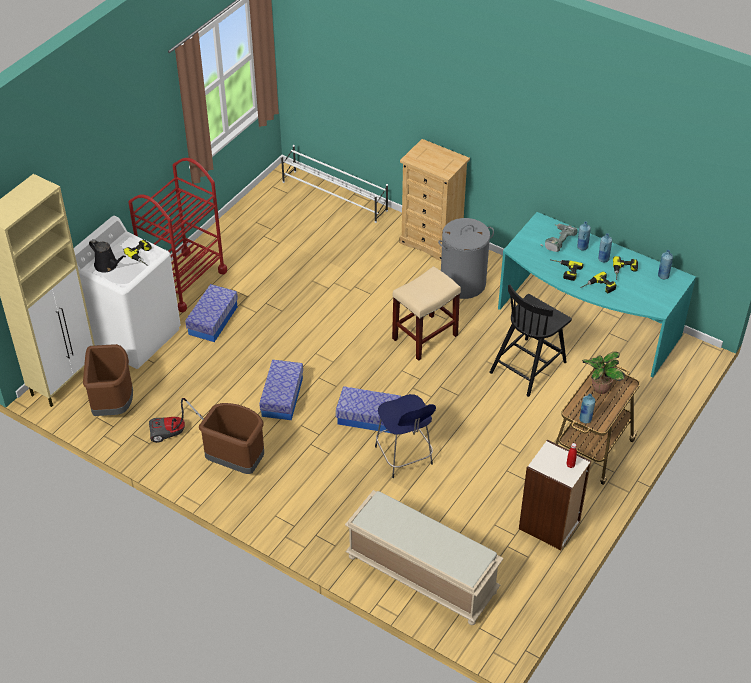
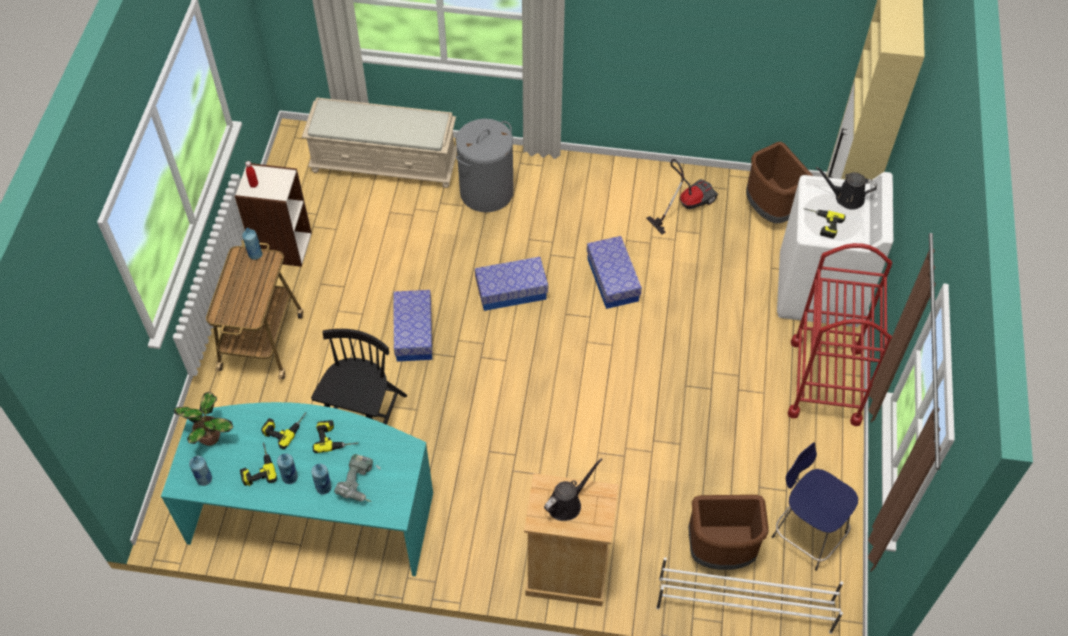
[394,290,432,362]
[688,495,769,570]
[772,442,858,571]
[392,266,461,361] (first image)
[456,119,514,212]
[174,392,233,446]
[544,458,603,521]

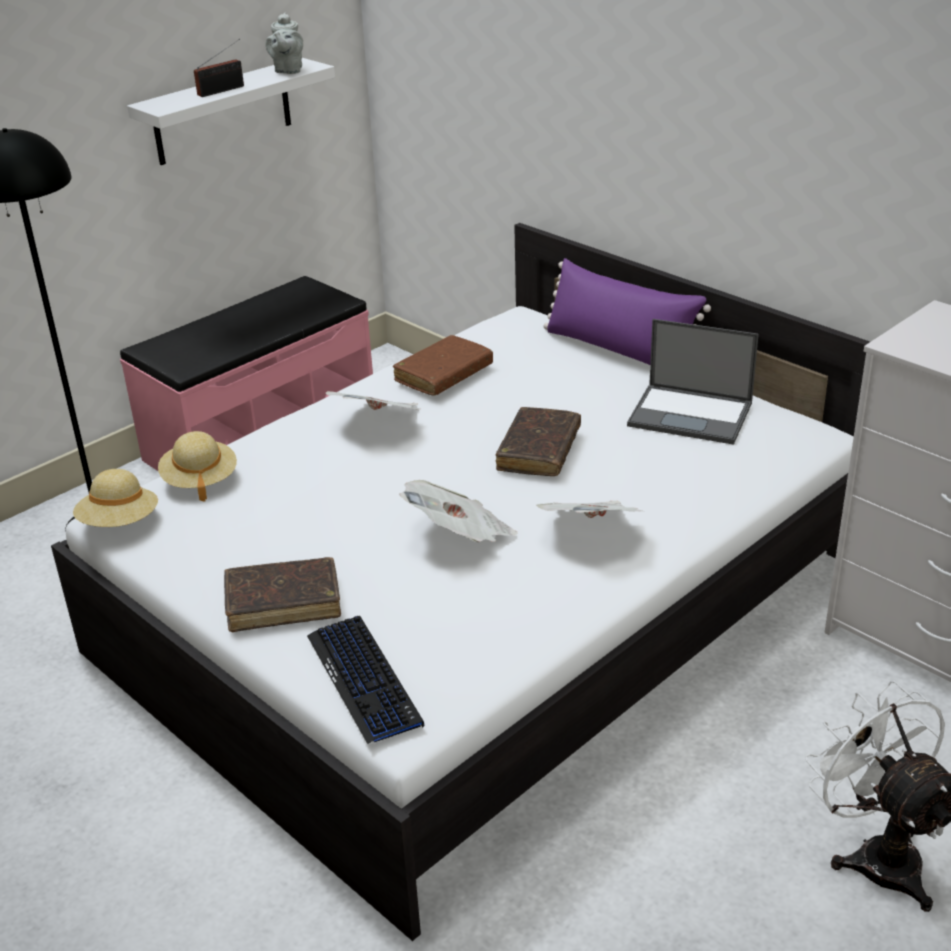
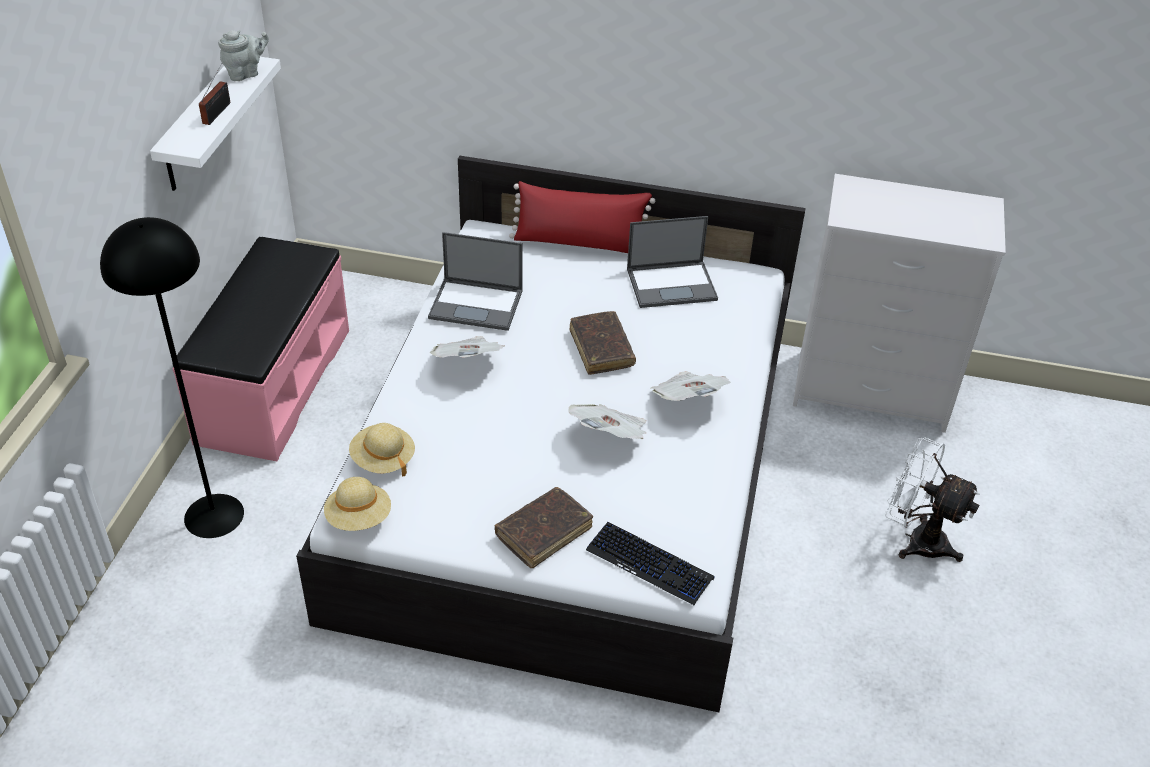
[218,30,269,81]
[428,232,523,331]
[509,181,655,253]

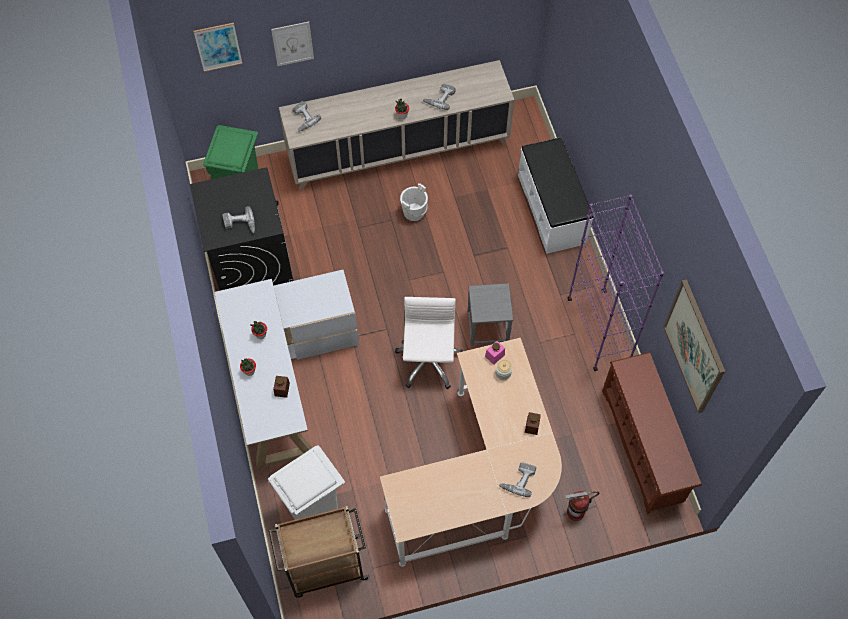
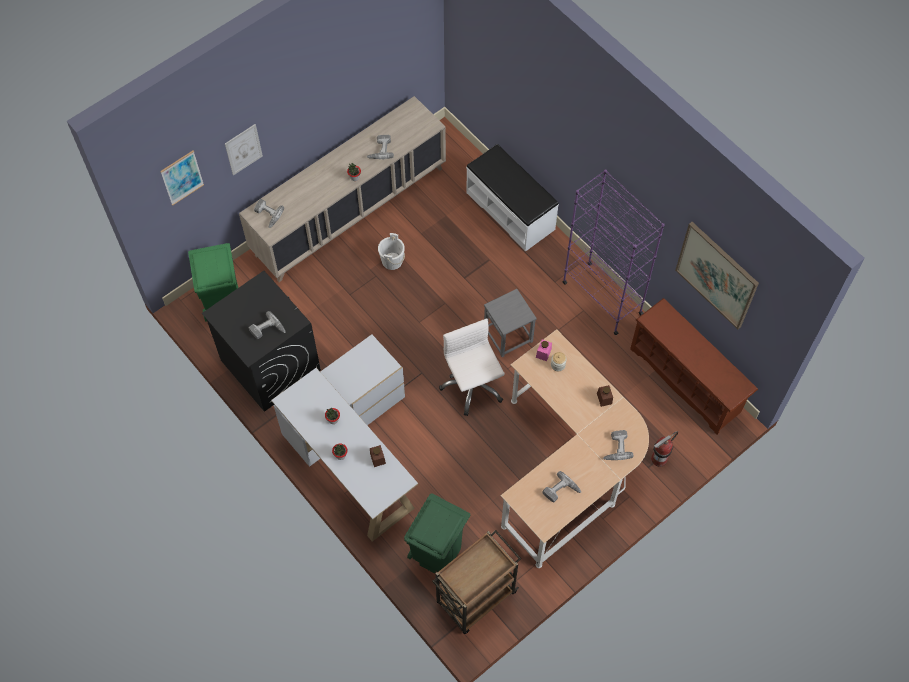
[404,493,470,573]
[542,471,581,502]

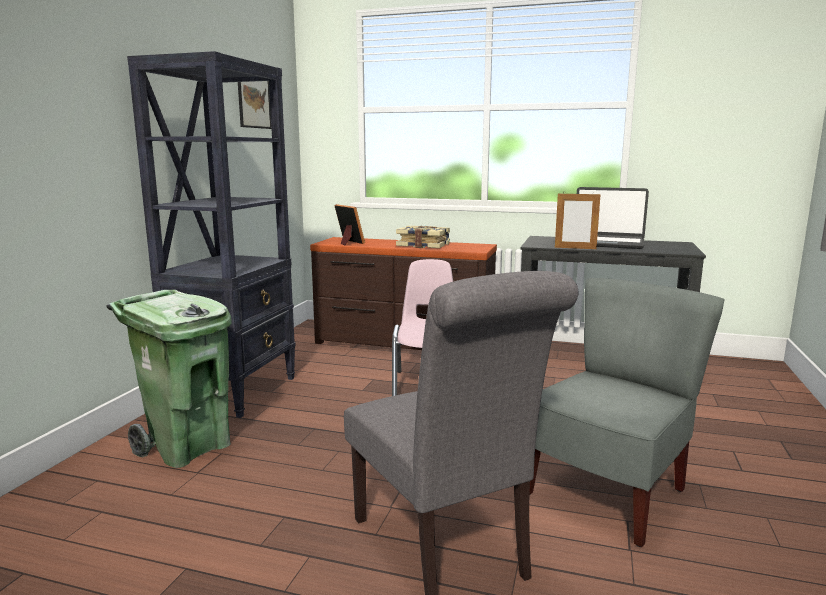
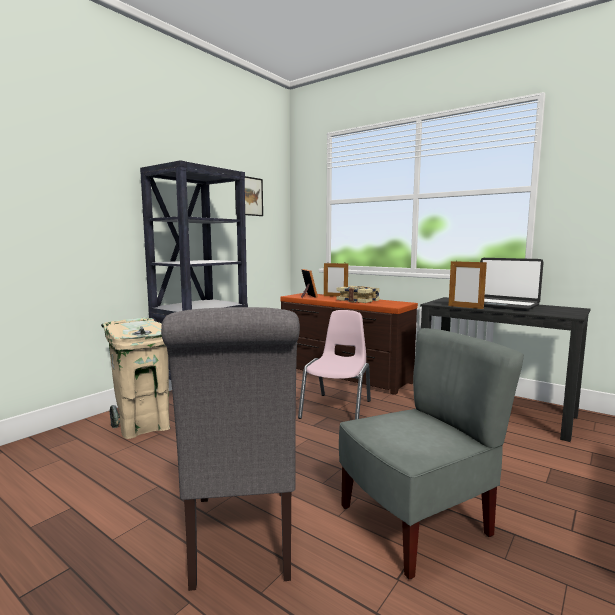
[101,318,170,439]
[324,263,348,297]

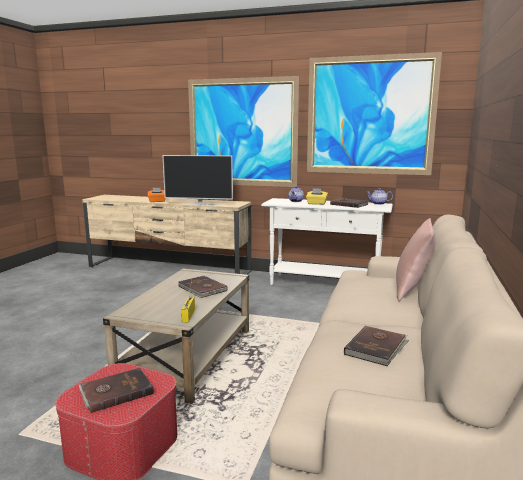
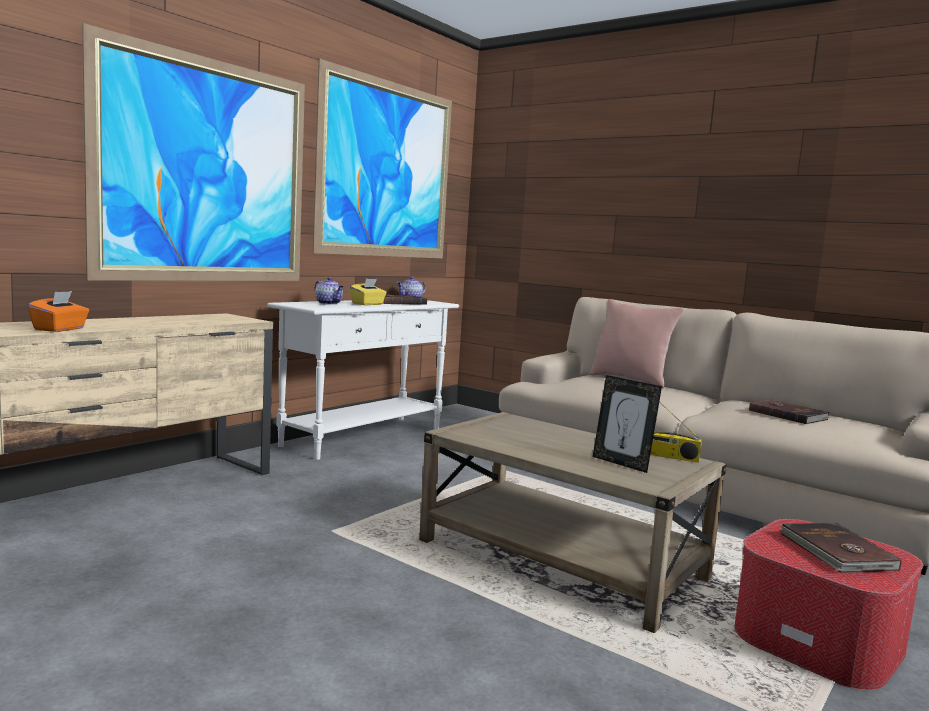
[162,155,233,205] (first image)
[178,276,227,298] (first image)
[593,375,662,473]

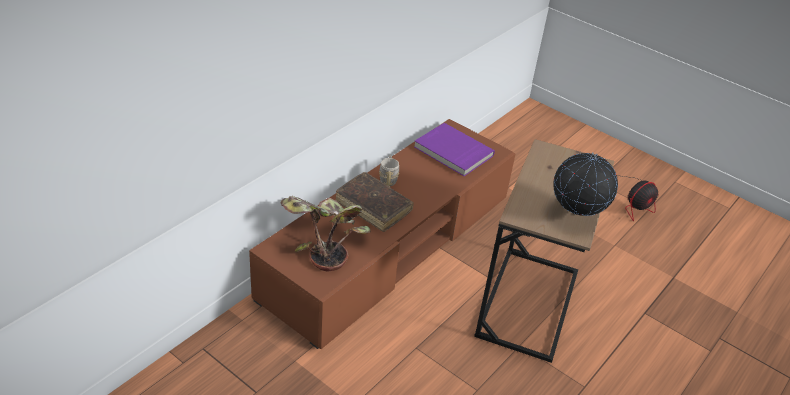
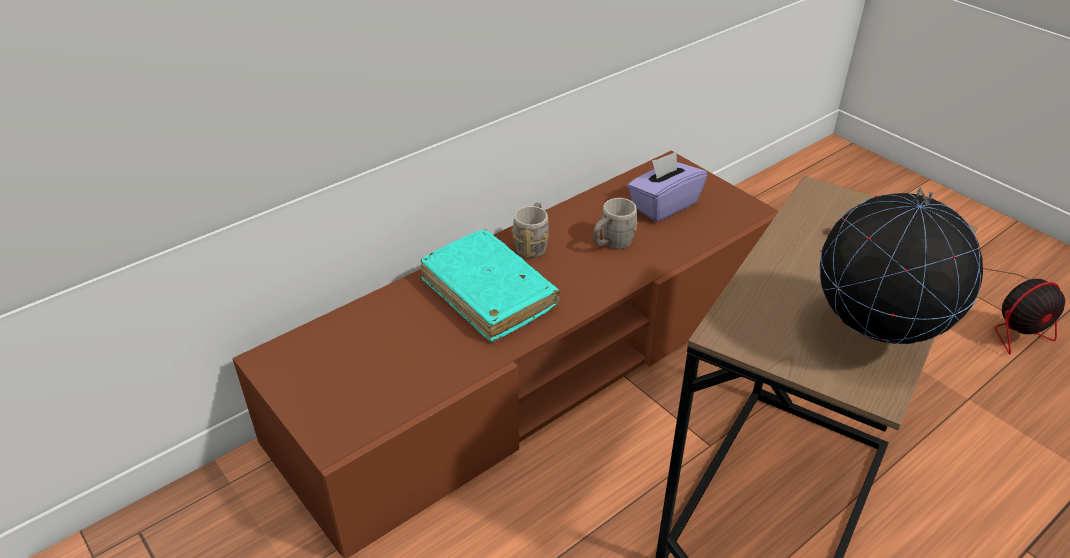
[281,196,371,272] (first image)
[421,229,560,342]
[627,152,708,222]
[593,198,638,249]

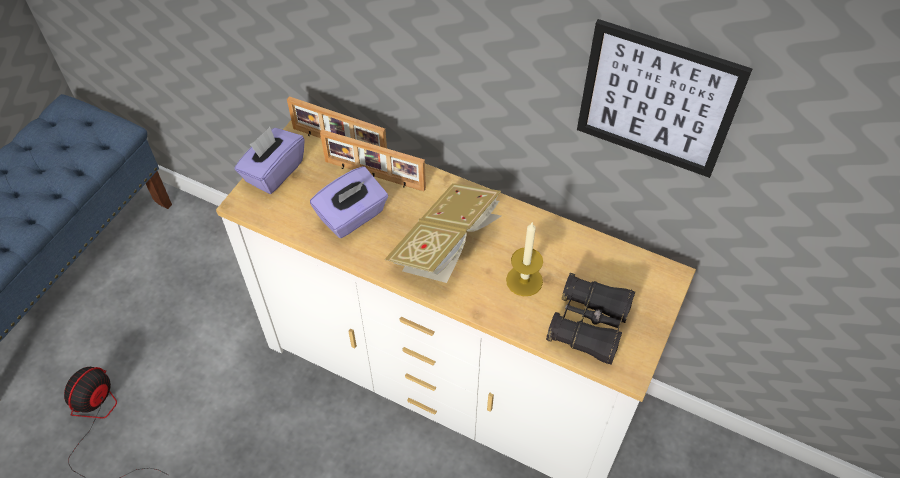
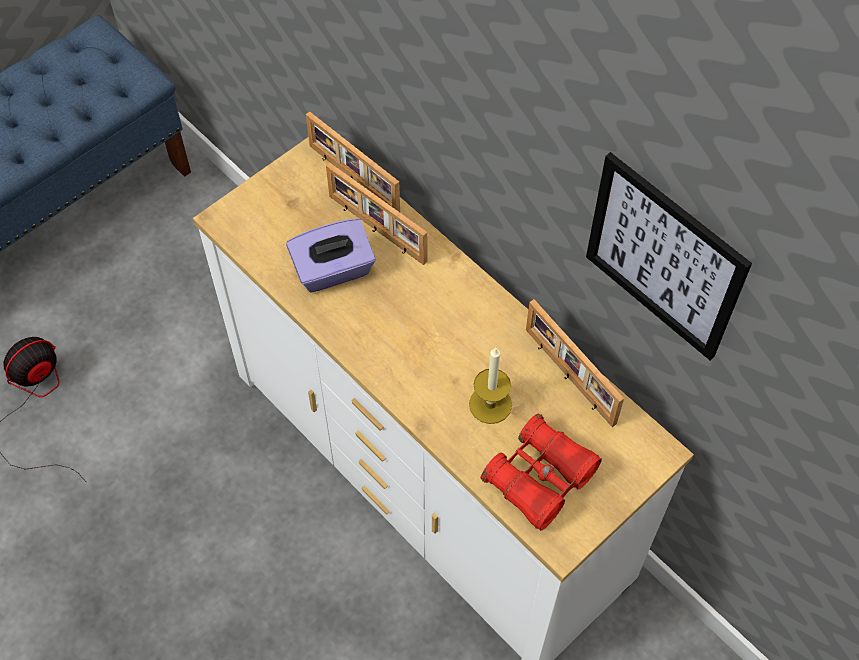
[234,127,305,194] (first image)
[385,183,501,283] (first image)
[481,414,602,531]
[526,299,624,427]

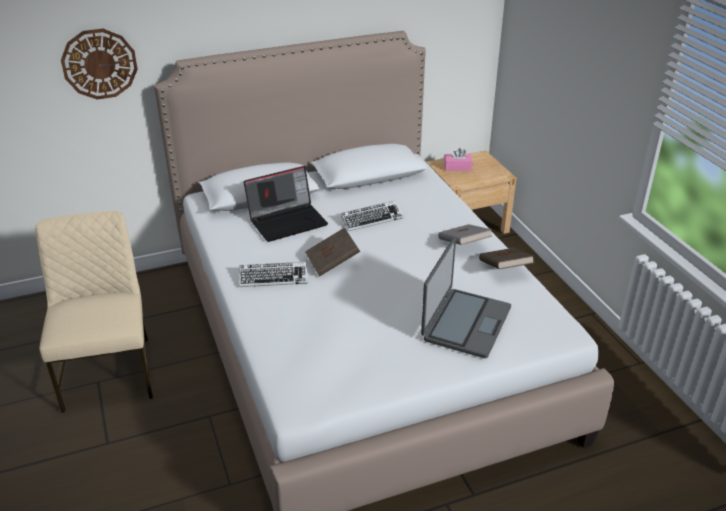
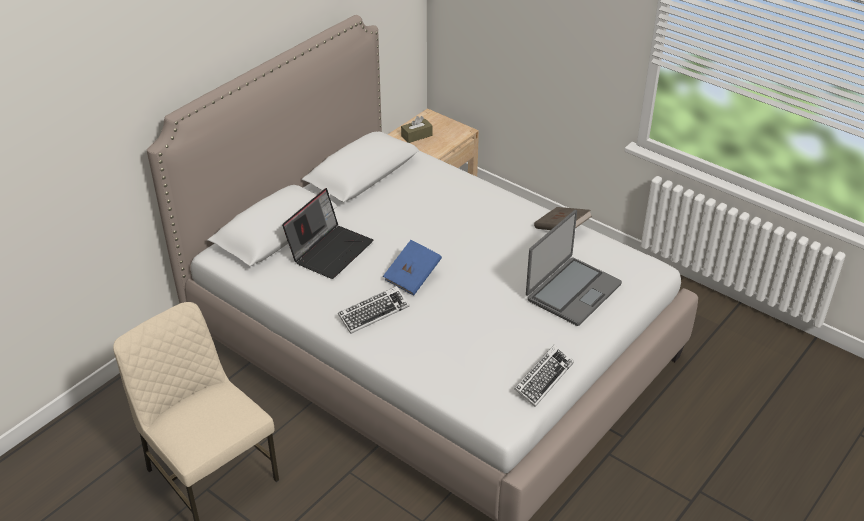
[61,29,138,99] (first image)
[383,240,442,296]
[514,345,574,407]
[526,210,622,326]
[438,224,492,245] (first image)
[401,116,433,143]

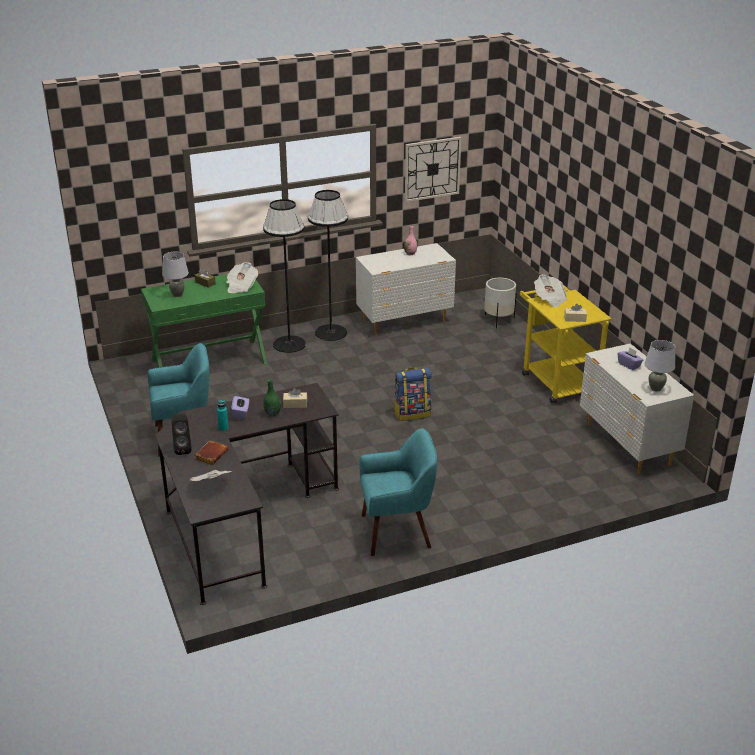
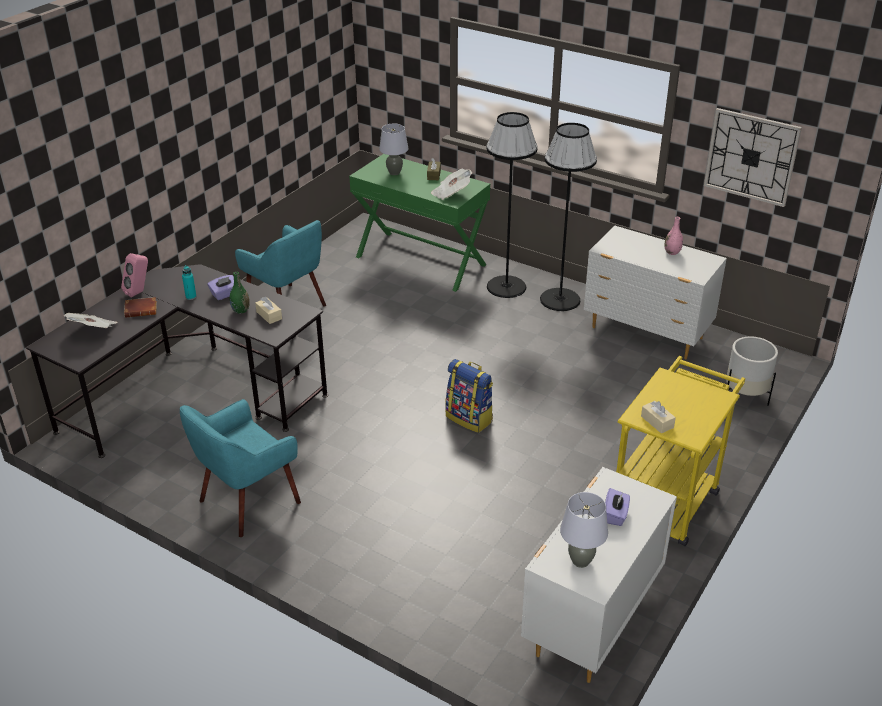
[121,253,148,298]
[180,399,301,537]
[534,274,568,308] (first image)

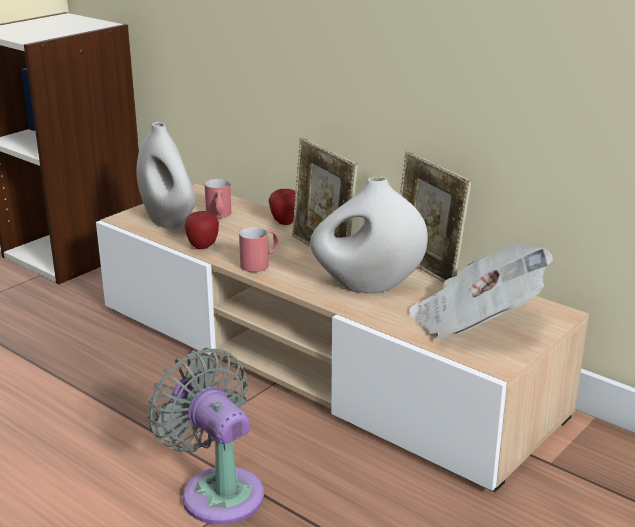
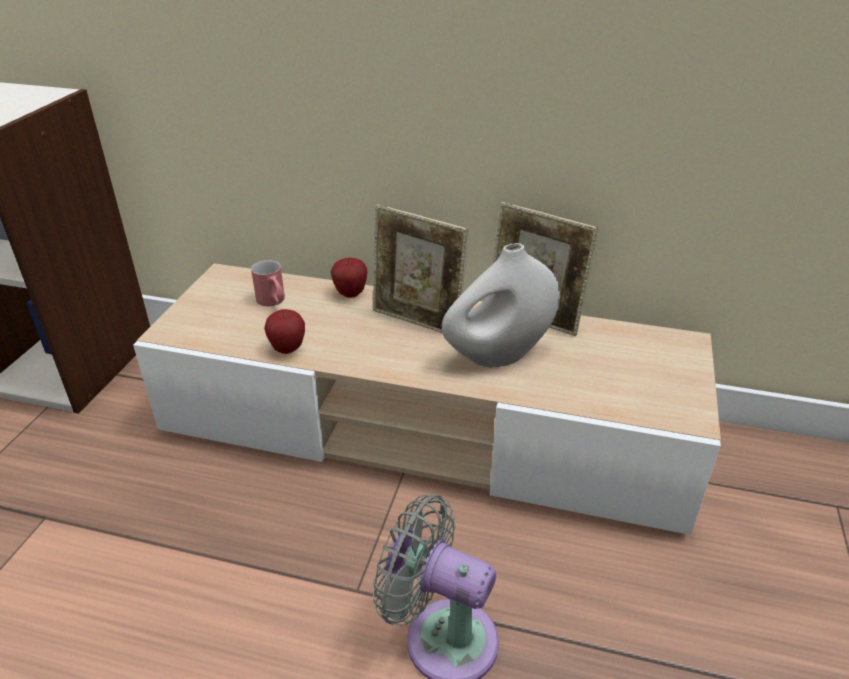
[137,122,196,229] (first image)
[239,227,279,272] (first image)
[409,244,554,340] (first image)

